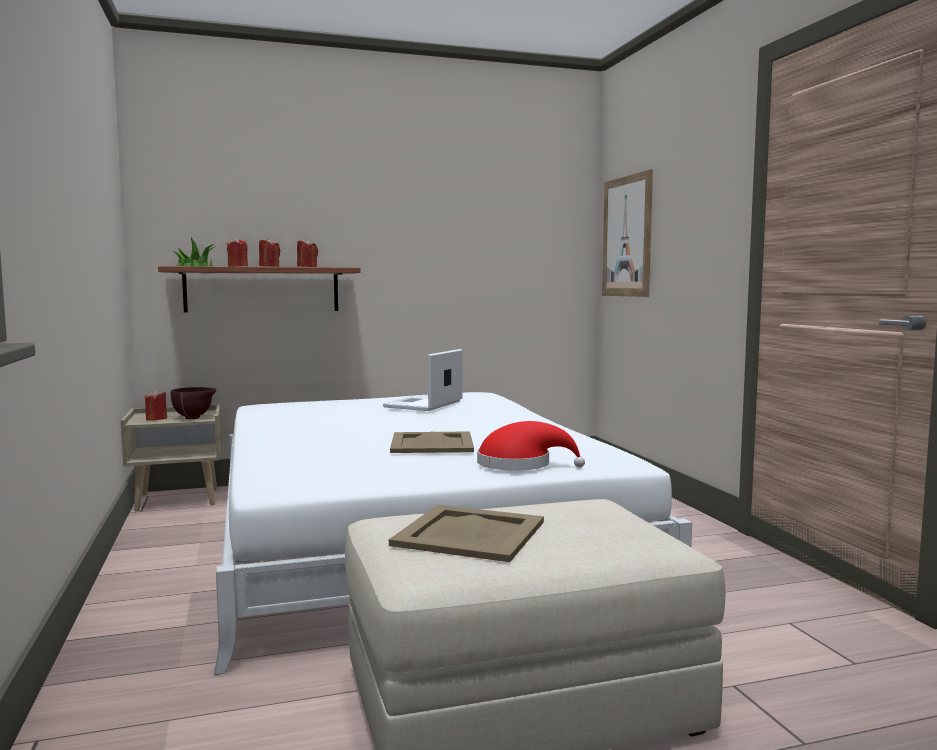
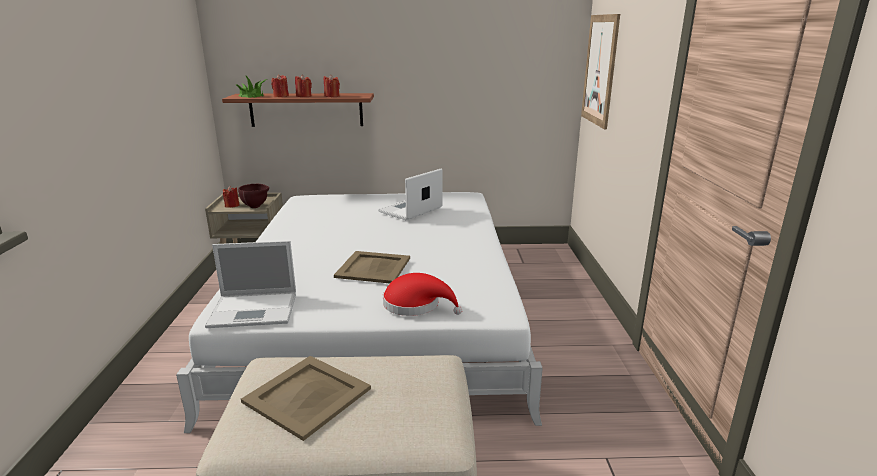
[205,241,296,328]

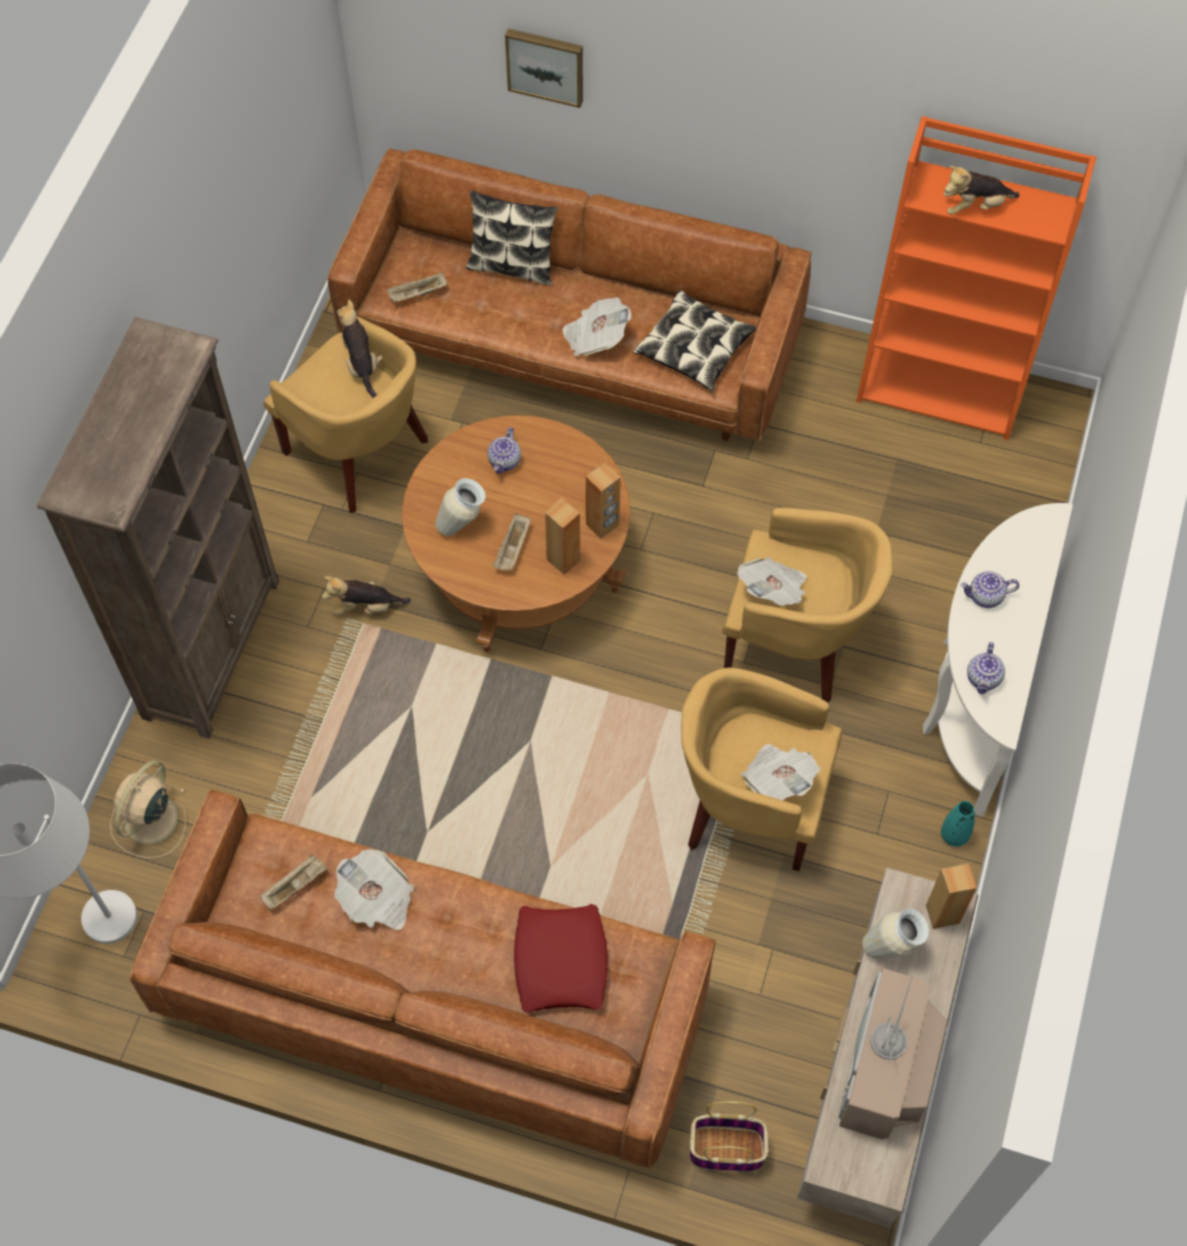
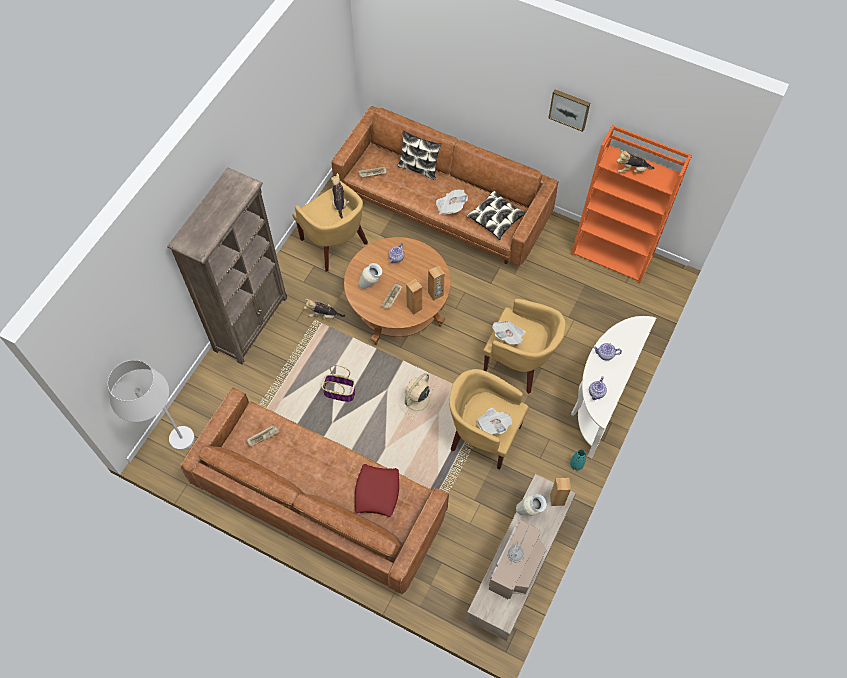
[399,373,434,418]
[334,849,414,930] (first image)
[548,89,590,132]
[321,365,355,402]

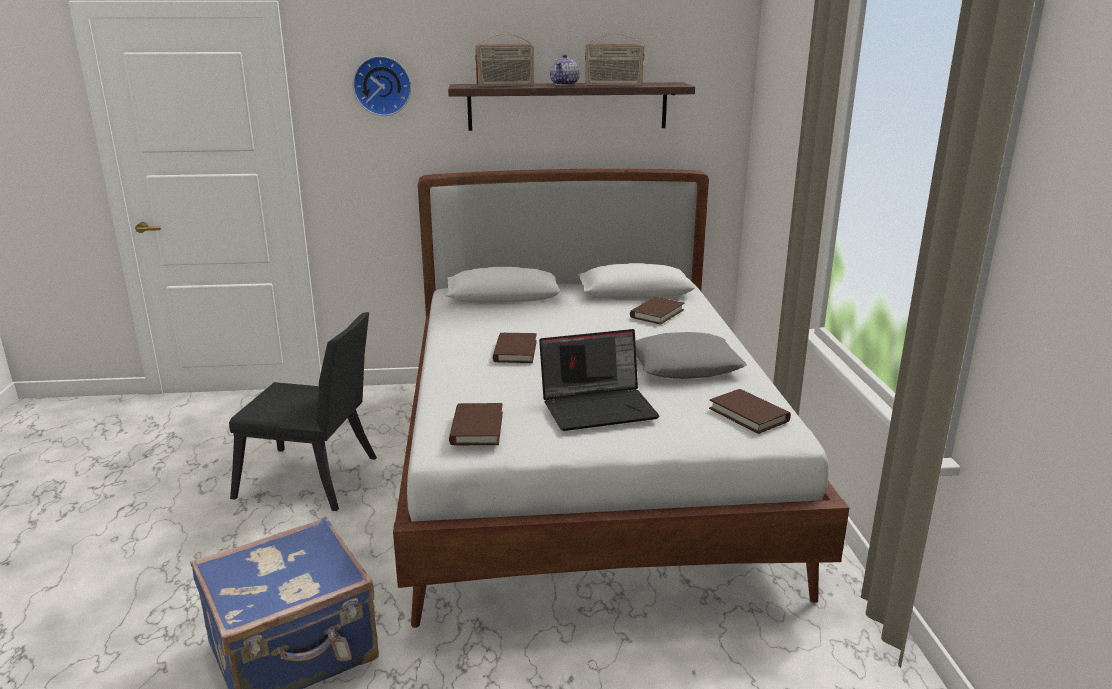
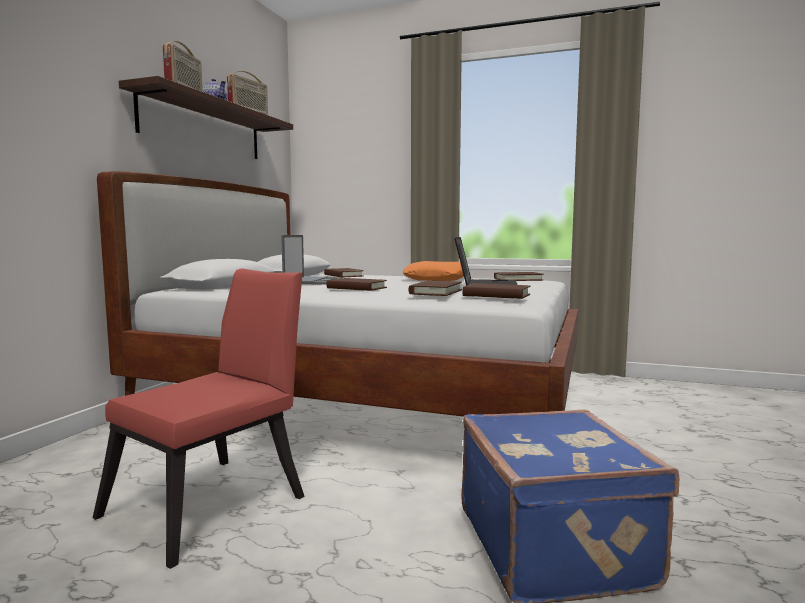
[93,268,305,569]
[353,56,411,116] (first image)
[402,261,464,281]
[281,235,343,285]
[409,281,462,296]

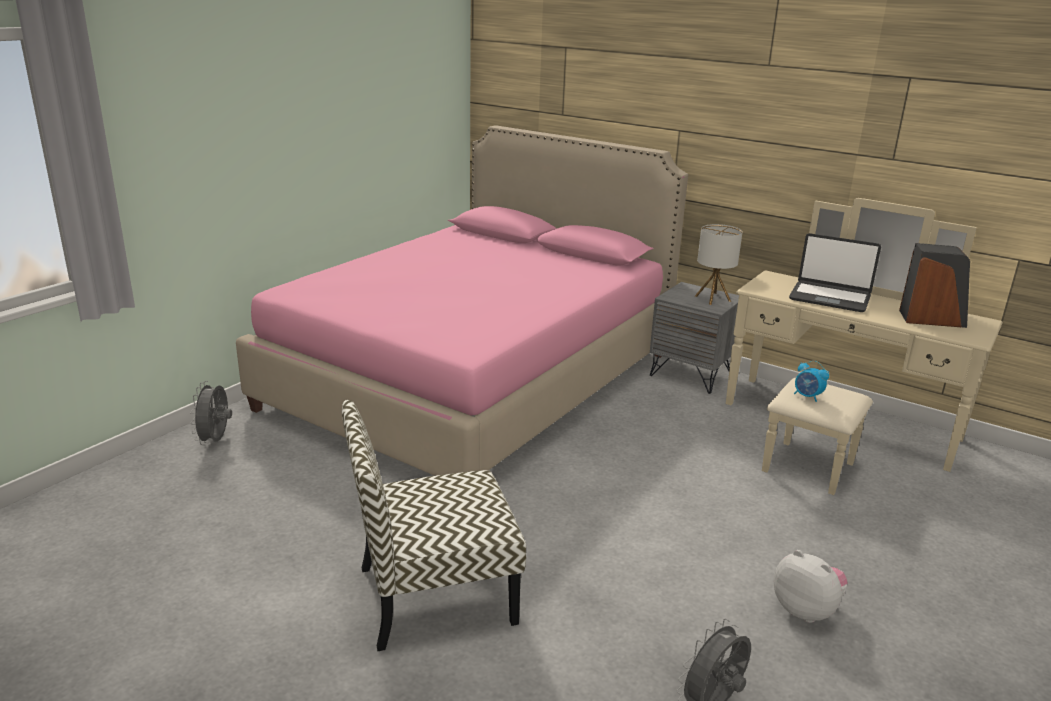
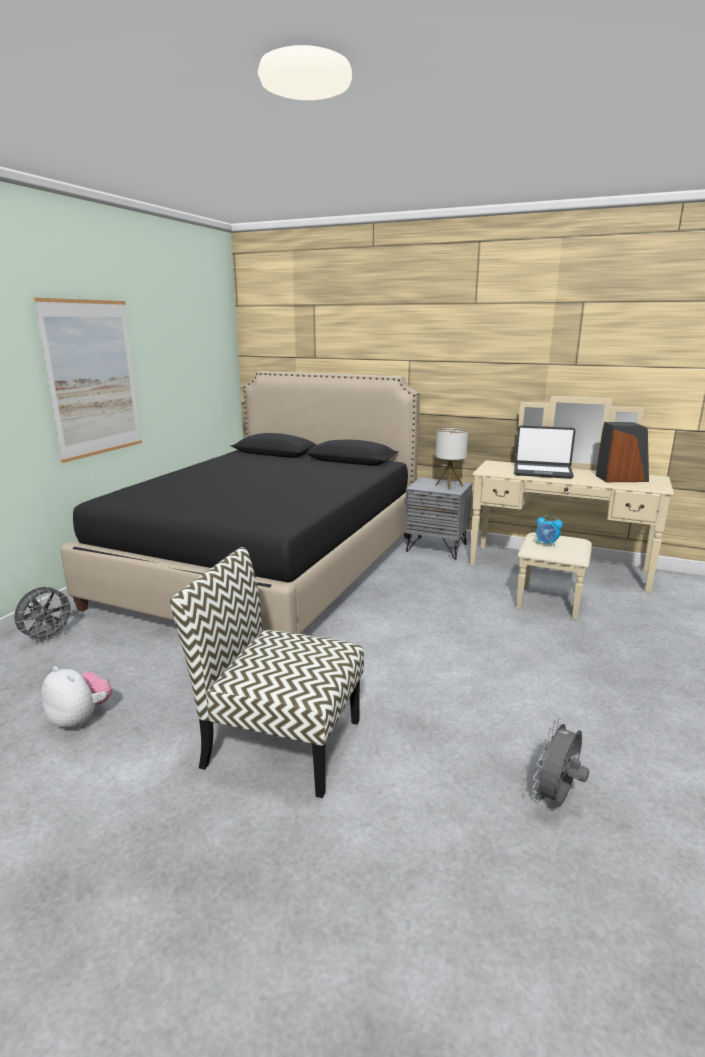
[14,586,75,643]
[60,371,420,634]
[170,547,364,798]
[41,666,112,730]
[34,298,142,463]

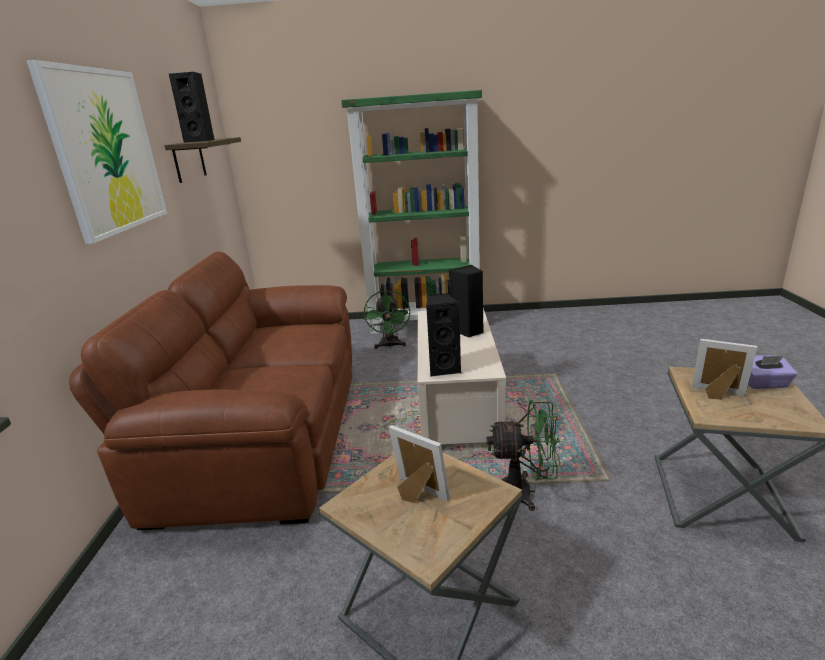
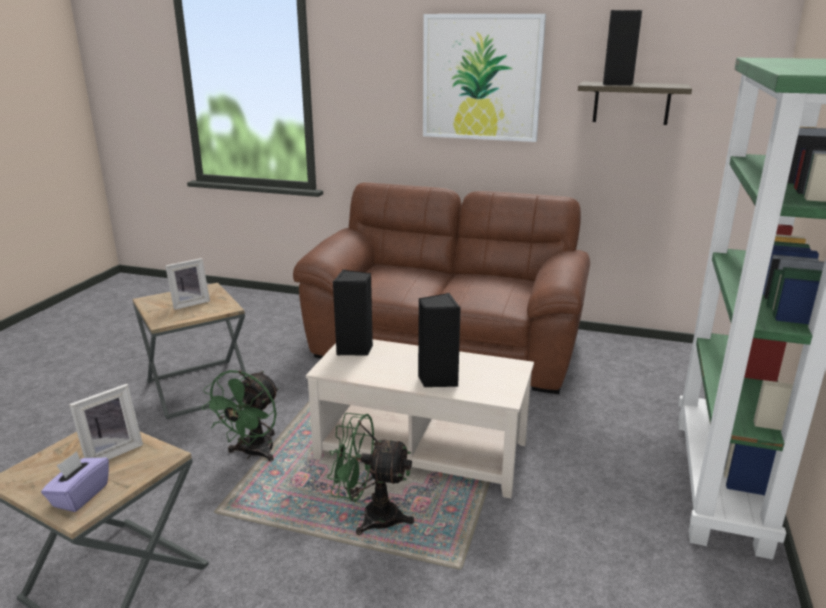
[327,413,414,535]

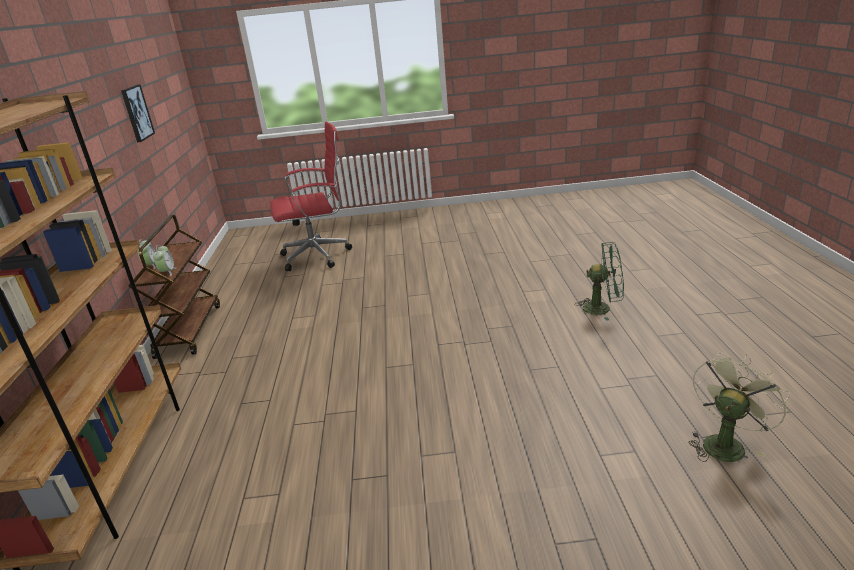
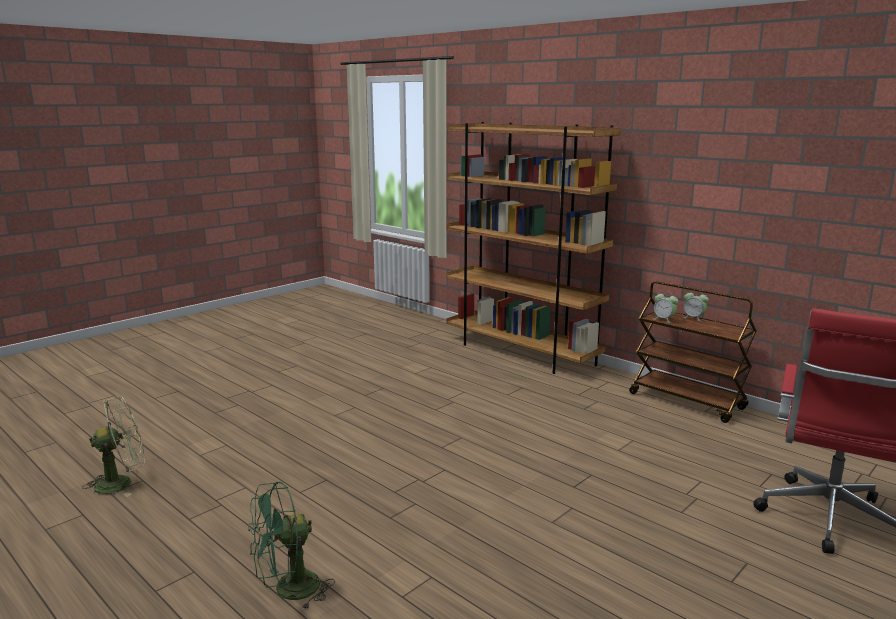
[121,84,155,142] (first image)
[82,396,145,497]

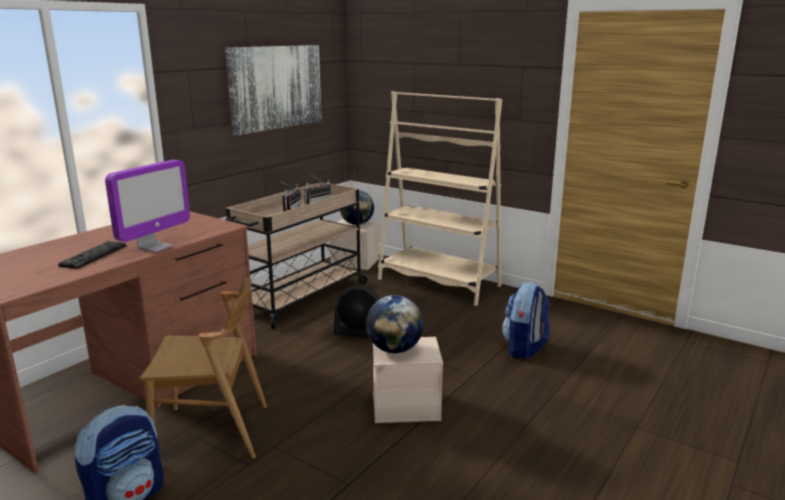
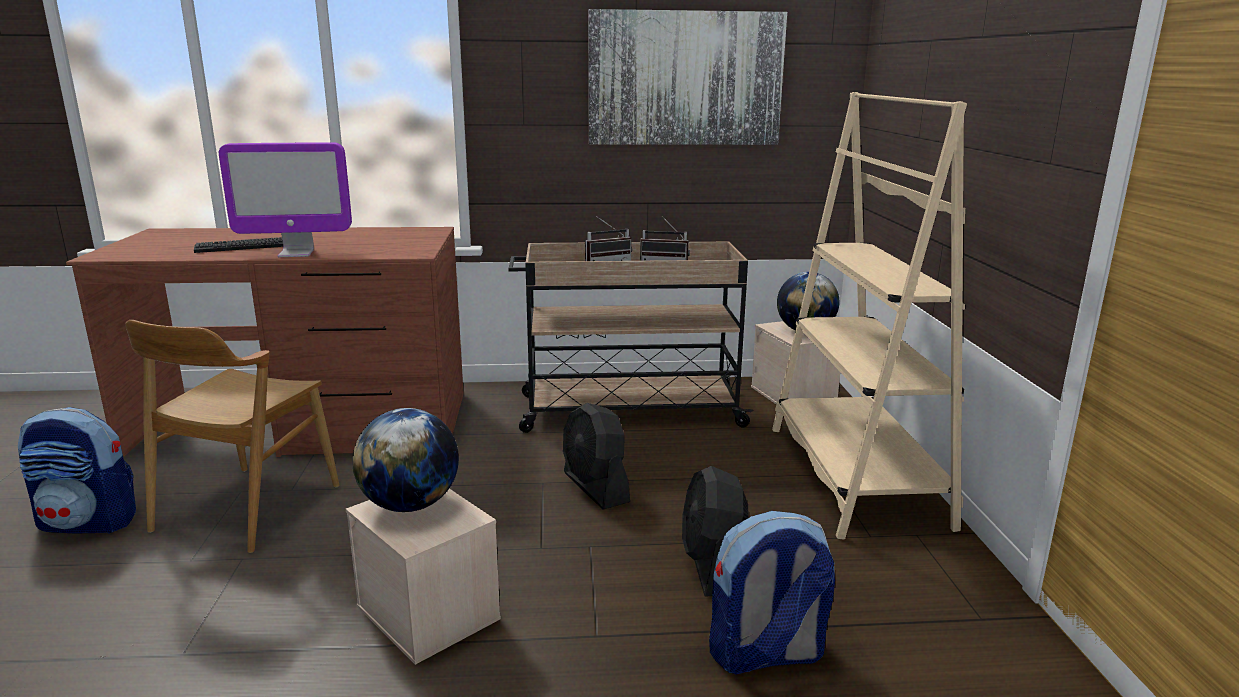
[125,320,339,553]
[682,466,749,596]

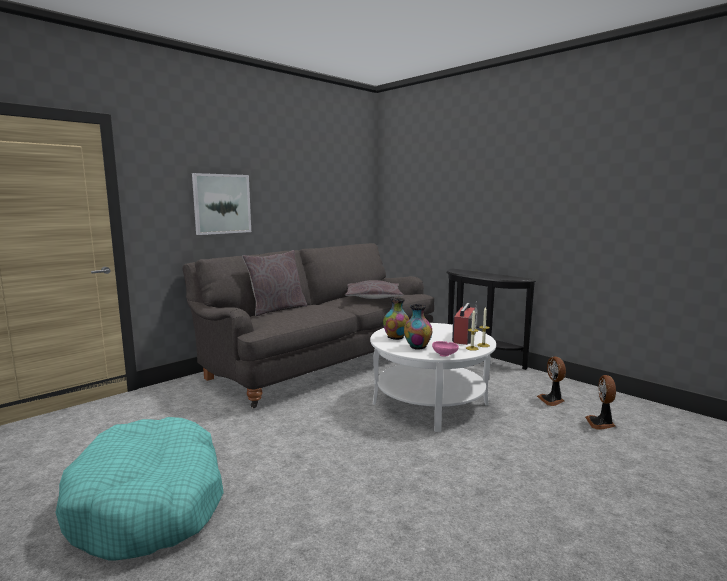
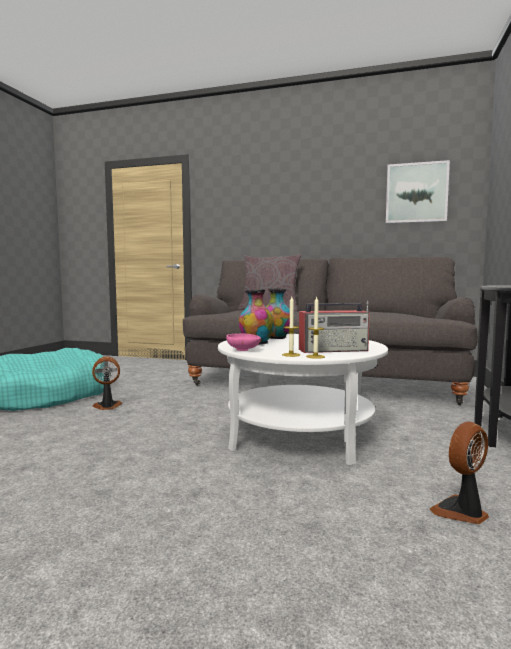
[386,160,450,223]
[345,280,403,299] (first image)
[92,356,123,410]

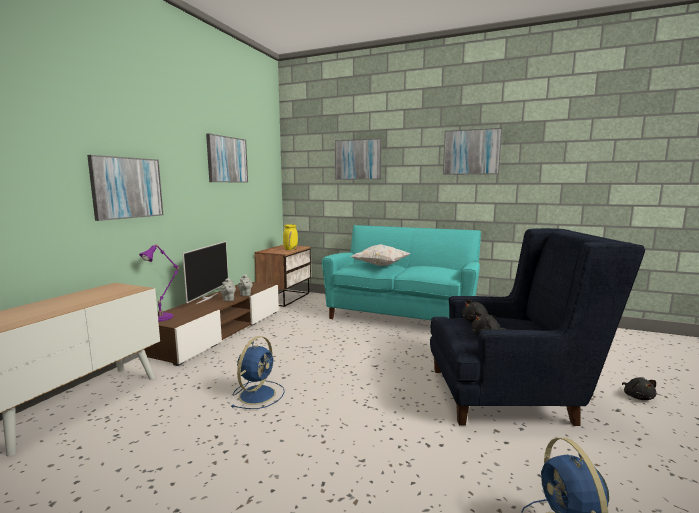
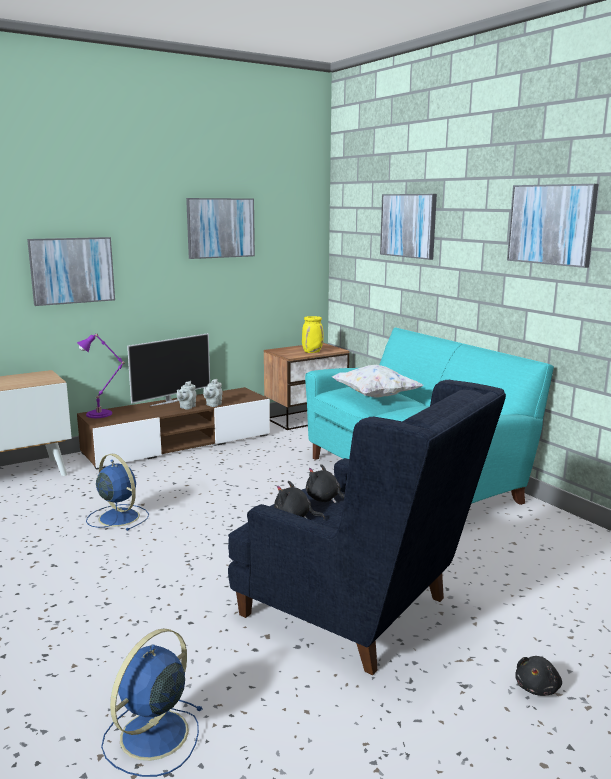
[86,454,149,531]

